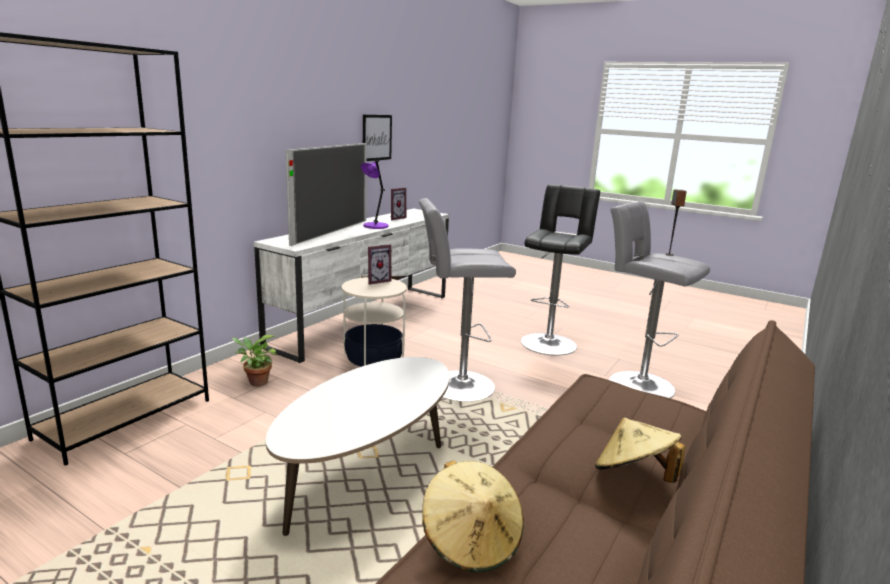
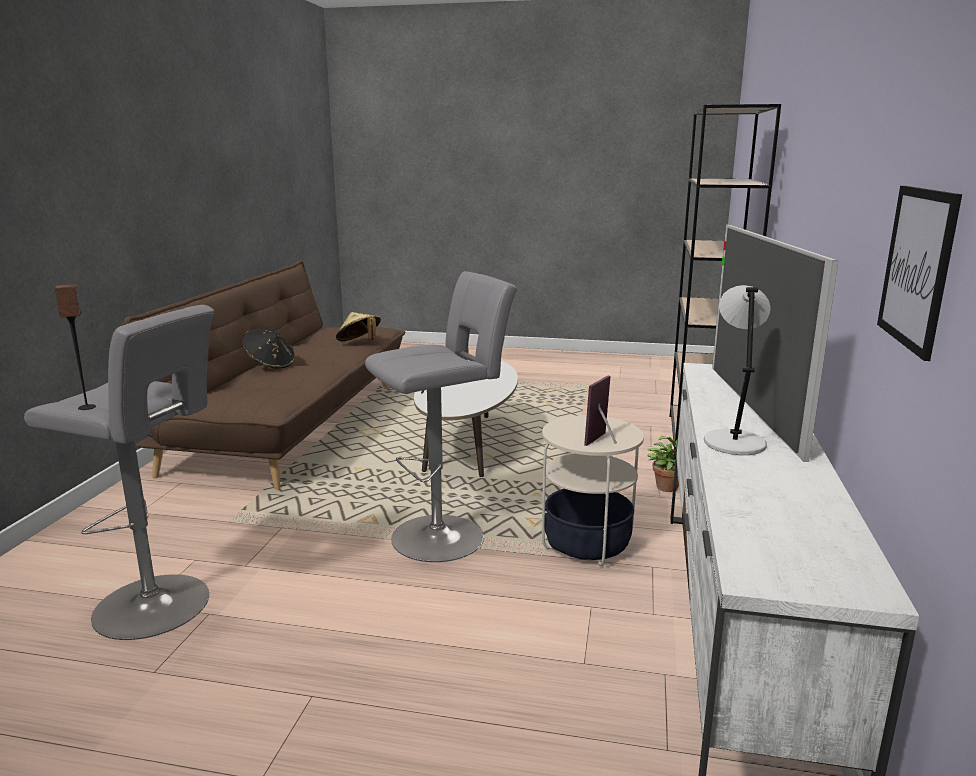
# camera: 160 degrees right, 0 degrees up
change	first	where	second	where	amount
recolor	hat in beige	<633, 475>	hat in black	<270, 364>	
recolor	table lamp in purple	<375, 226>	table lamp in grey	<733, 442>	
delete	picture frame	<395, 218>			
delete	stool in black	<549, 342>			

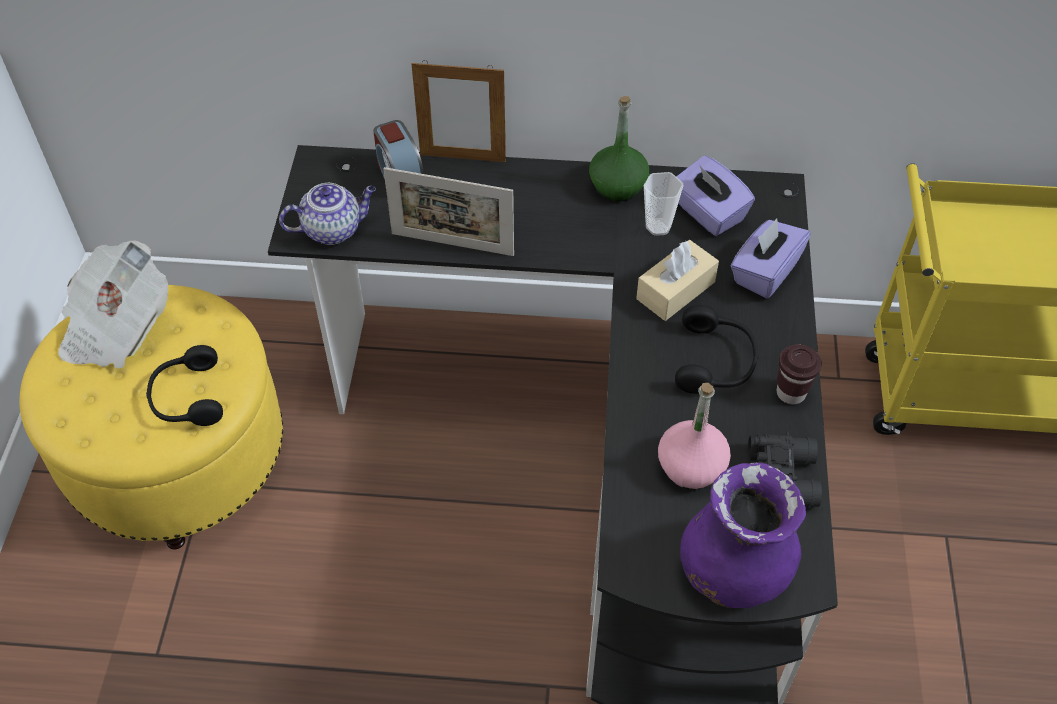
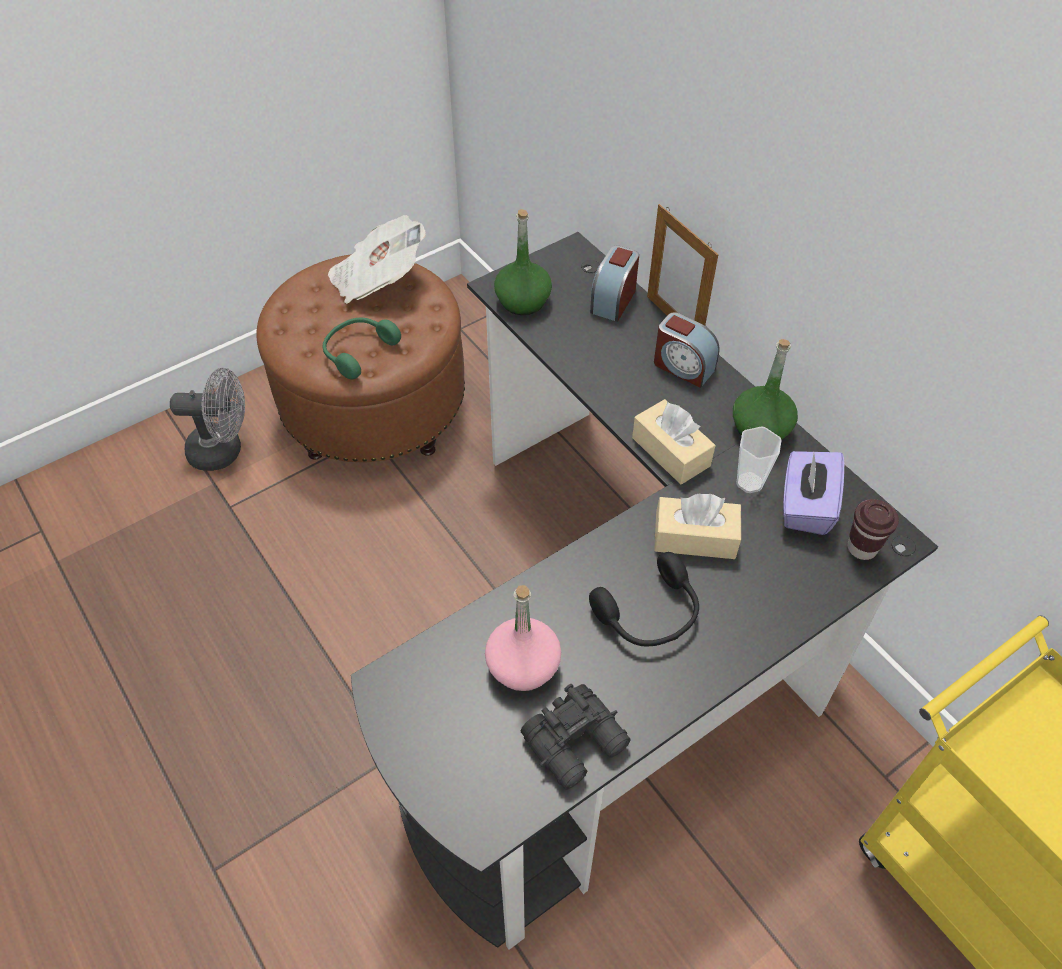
# camera: 50 degrees right, 0 degrees up
change	first	where	second	where	amount
insert			fan in grey	<224, 451>	
recolor	ottoman in yellow	<179, 460>	ottoman in brown	<374, 409>	
recolor	headphones in black	<187, 397>	headphones in green	<358, 351>	
replace	teapot	<333, 229>	bottle in green	<523, 301>	
insert			tissue box in beige	<671, 452>	
insert			alarm clock	<683, 366>	
move	cup in brown	<791, 393>		<862, 548>	
delete	picture frame	<452, 244>			
delete	vase in purple	<733, 573>			
delete	tissue box in purple	<765, 272>			

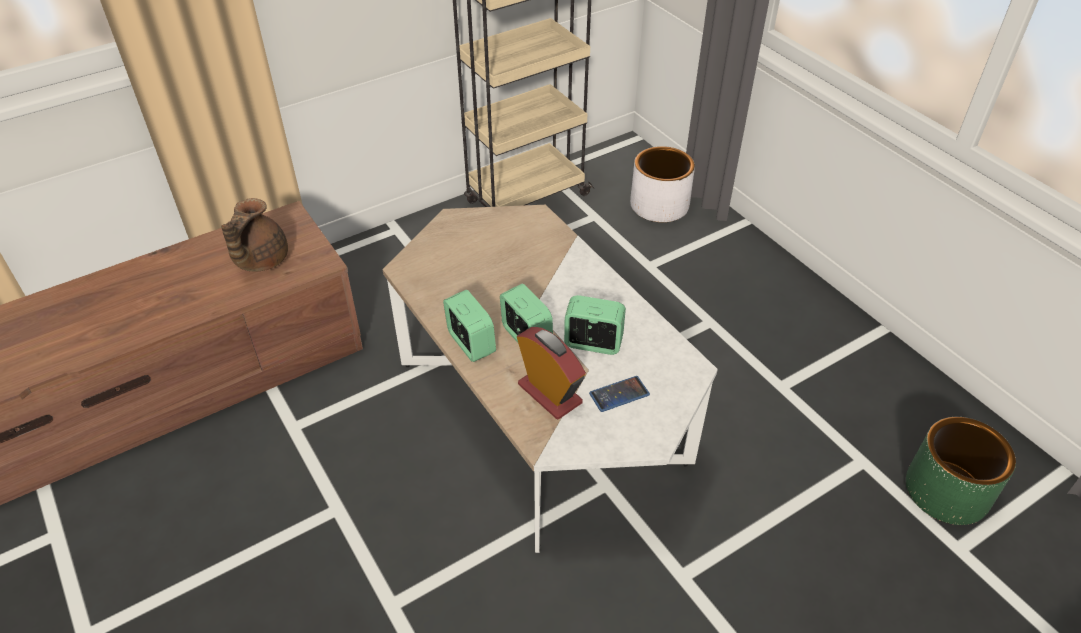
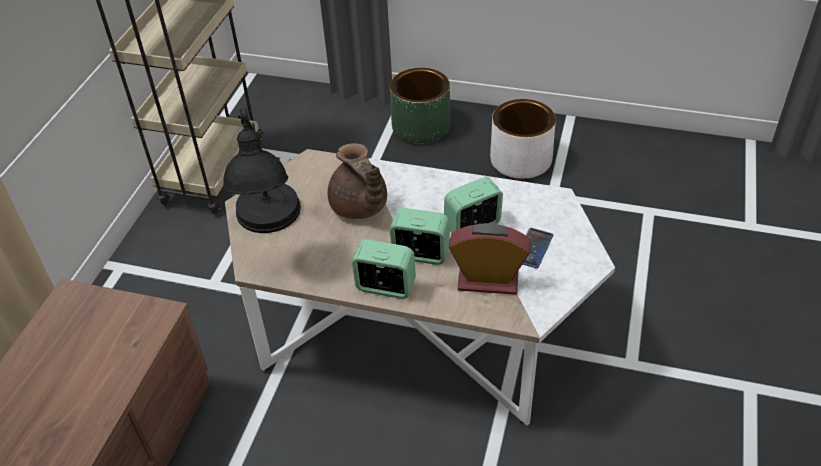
# camera: 40 degrees left, 0 degrees up
change	first	where	second	where	amount
insert			table lamp in black	<270, 231>	
move	teapot in brown	<259, 260>		<359, 207>	
move	planter in green	<946, 492>		<421, 126>	
move	planter in white	<659, 206>		<521, 160>	

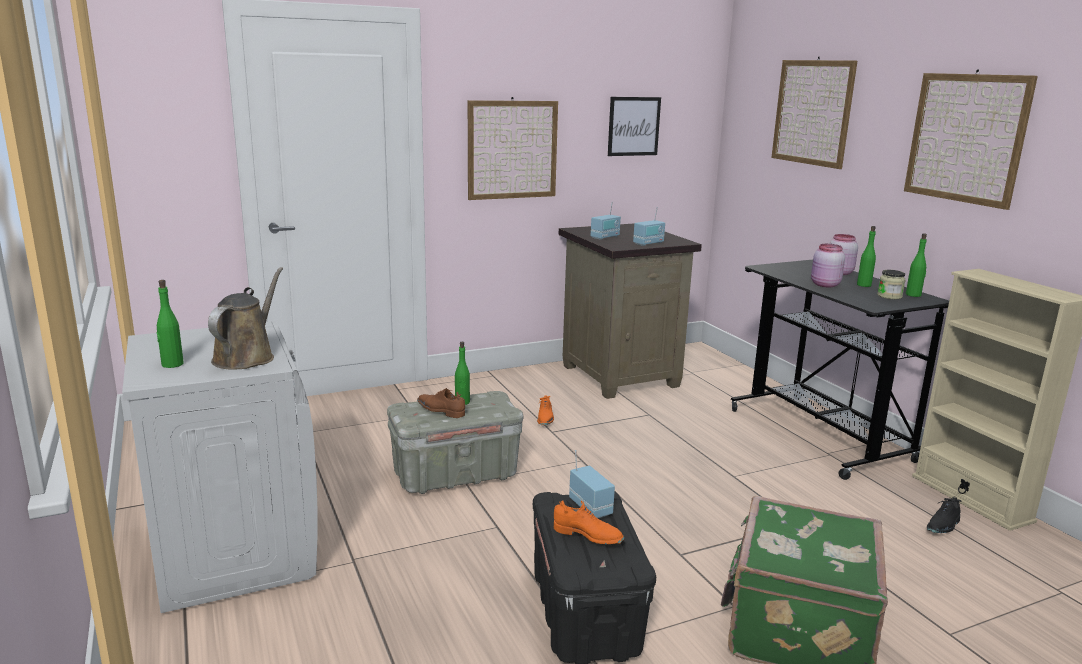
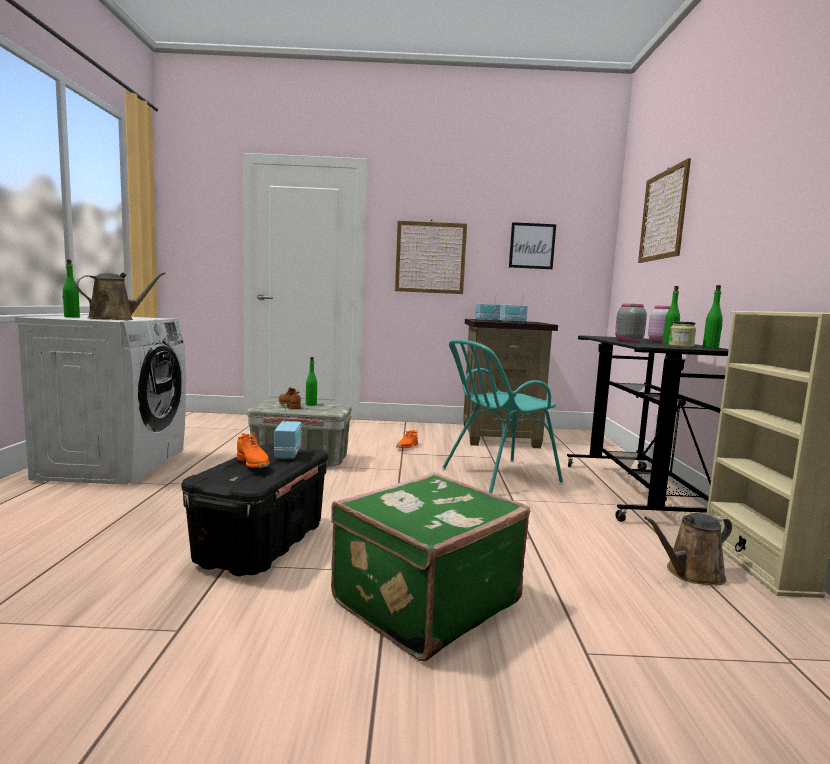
# camera: 25 degrees right, 10 degrees down
change	first	where	second	where	amount
insert			chair in turquoise	<497, 477>	
recolor	jar in pink	<824, 285>	jar in grey	<628, 341>	
replace	shoe in black	<943, 526>	watering can in brown	<691, 573>	
delete	picture	<966, 136>			

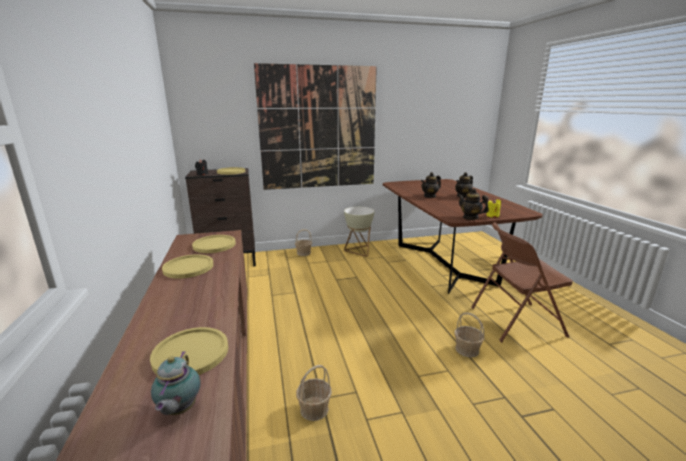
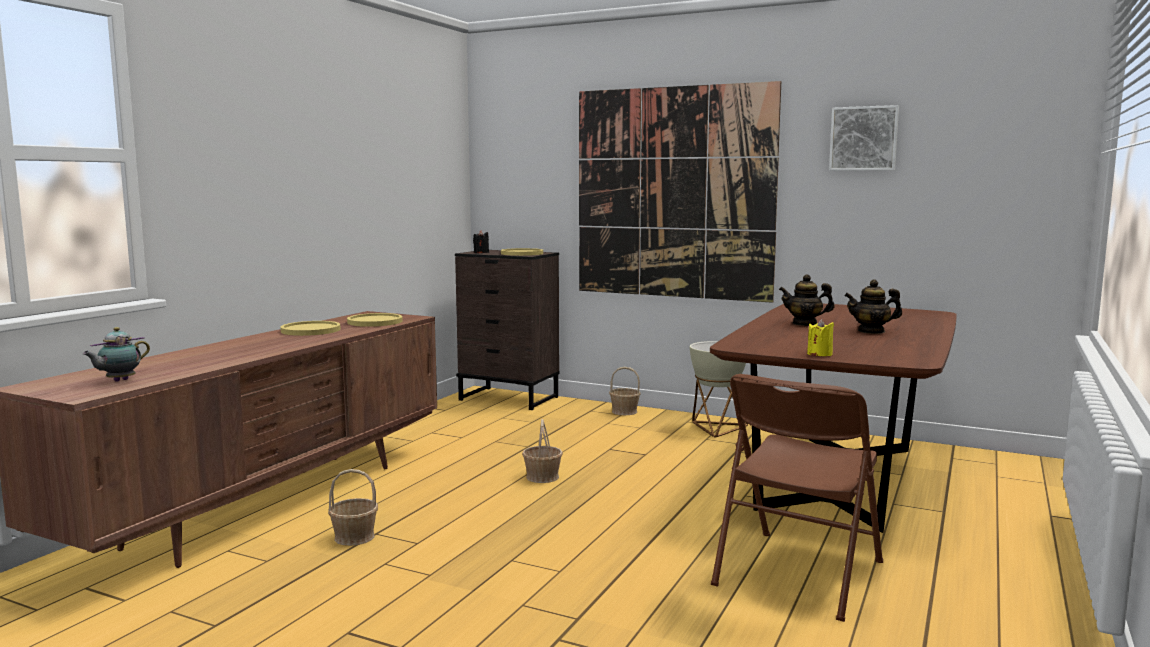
# camera: 40 degrees right, 10 degrees down
change	first	where	second	where	amount
move	basket	<467, 349>		<542, 477>	
rotate	chair in brown	<516, 321>		<798, 573>	90 degrees counterclockwise
insert			picture	<863, 138>	
delete	plate in yellow	<191, 353>			
delete	teapot	<470, 217>			

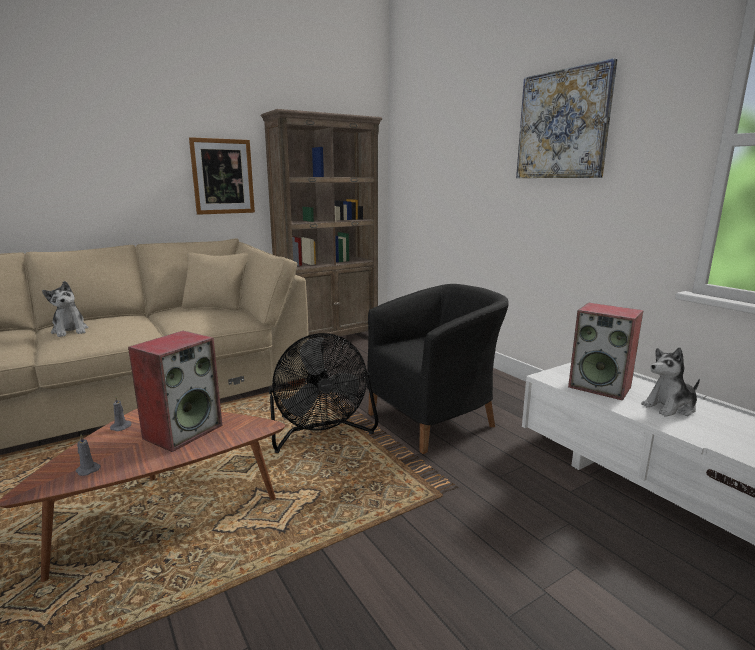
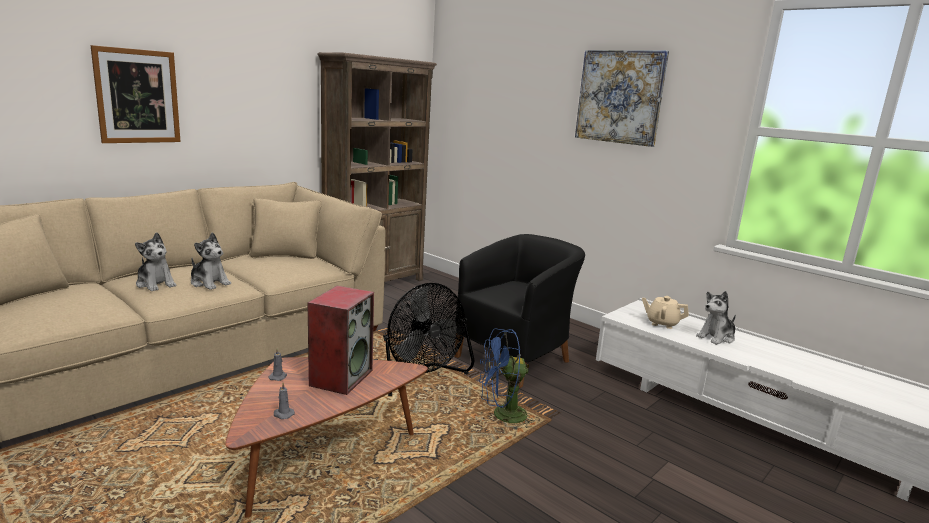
# camera: 15 degrees left, 0 degrees up
change	first	where	second	where	amount
move	picture	<223, 176>		<137, 96>	
insert			plush toy	<209, 283>	
insert			fan in blue	<502, 416>	
replace	speaker	<600, 387>	teapot in beige	<662, 323>	

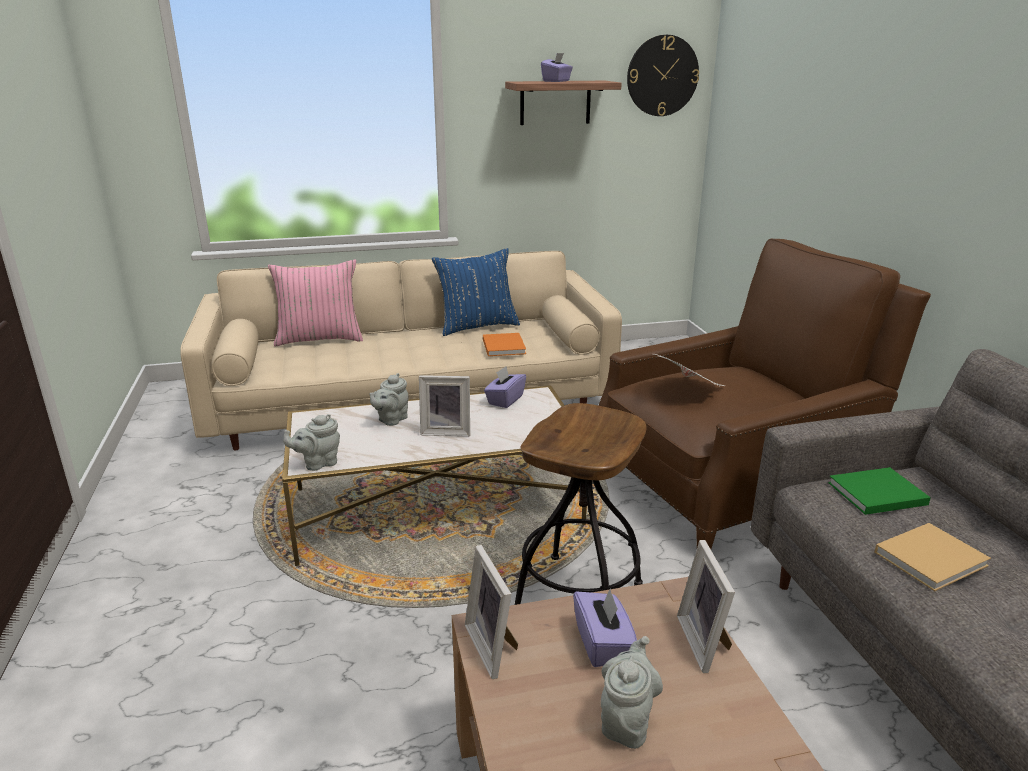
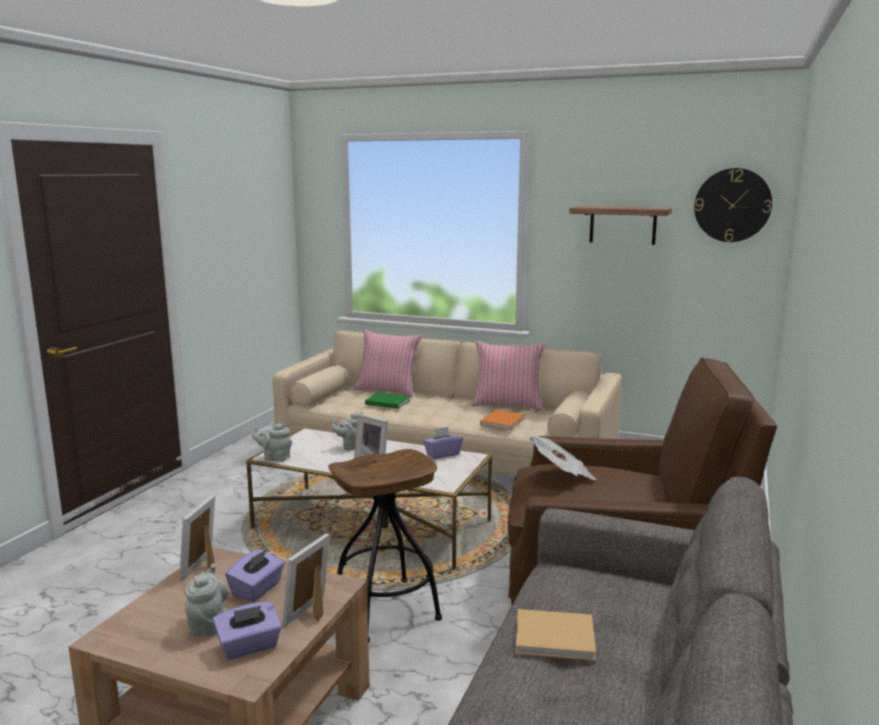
# camera: 35 degrees right, 10 degrees down
change	first	where	second	where	amount
rotate	teapot in grey	<627, 721>		<207, 624>	60 degrees counterclockwise
move	tissue box in purple	<556, 81>		<249, 646>	
move	book in green	<874, 494>		<386, 402>	
recolor	pillow in blue	<477, 326>	pillow in pink	<507, 405>	

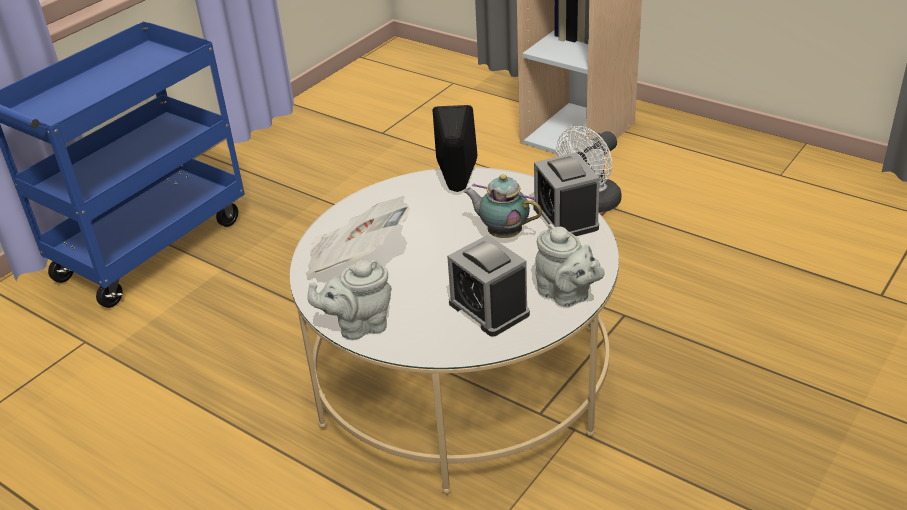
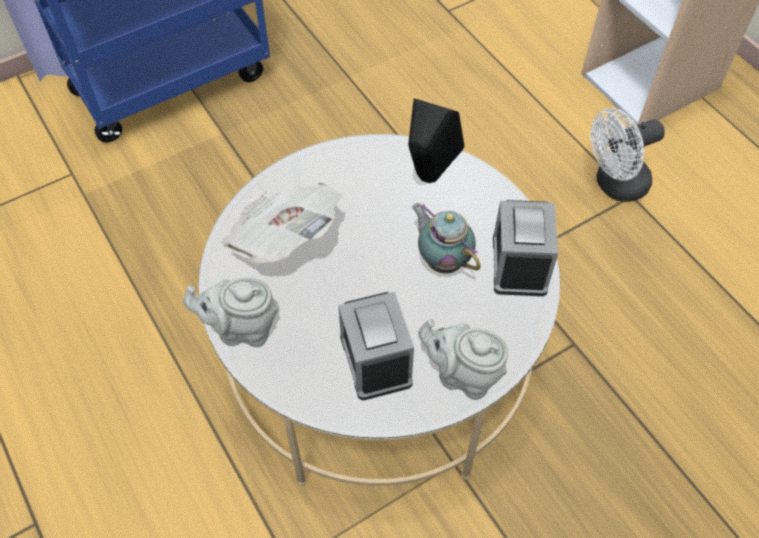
# camera: 20 degrees right, 20 degrees up
change	first	where	second	where	amount
rotate	teapot in grey	<566, 295>		<463, 375>	135 degrees clockwise

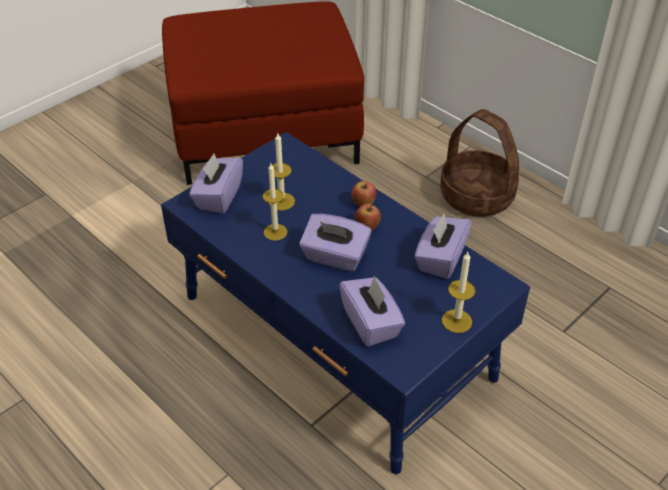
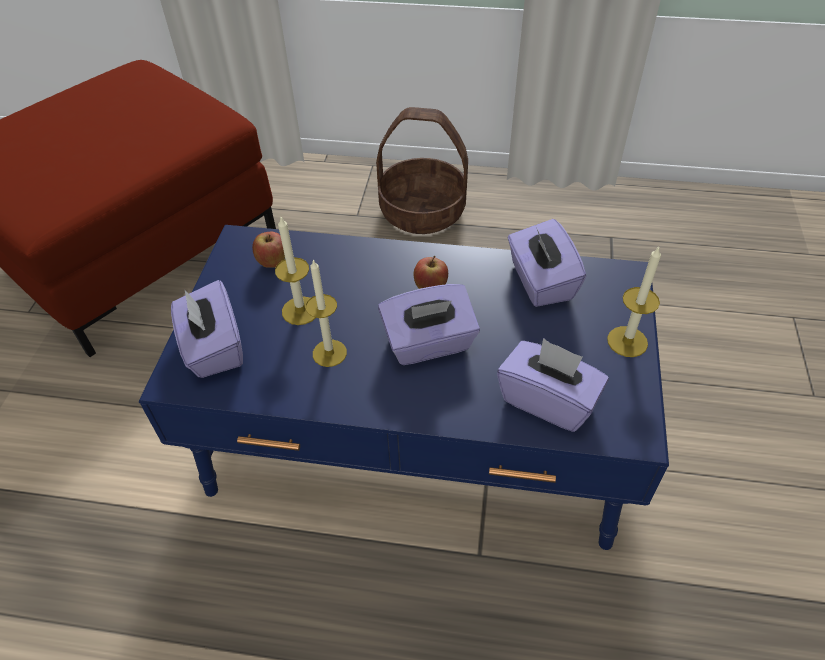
# camera: 35 degrees left, 5 degrees up
change	first	where	second	where	amount
move	apple	<363, 204>		<273, 263>	

